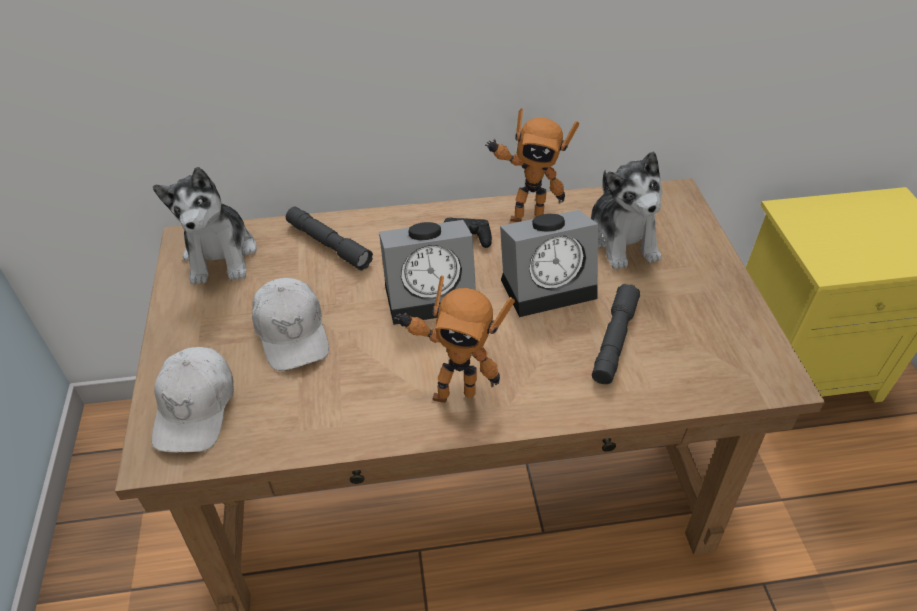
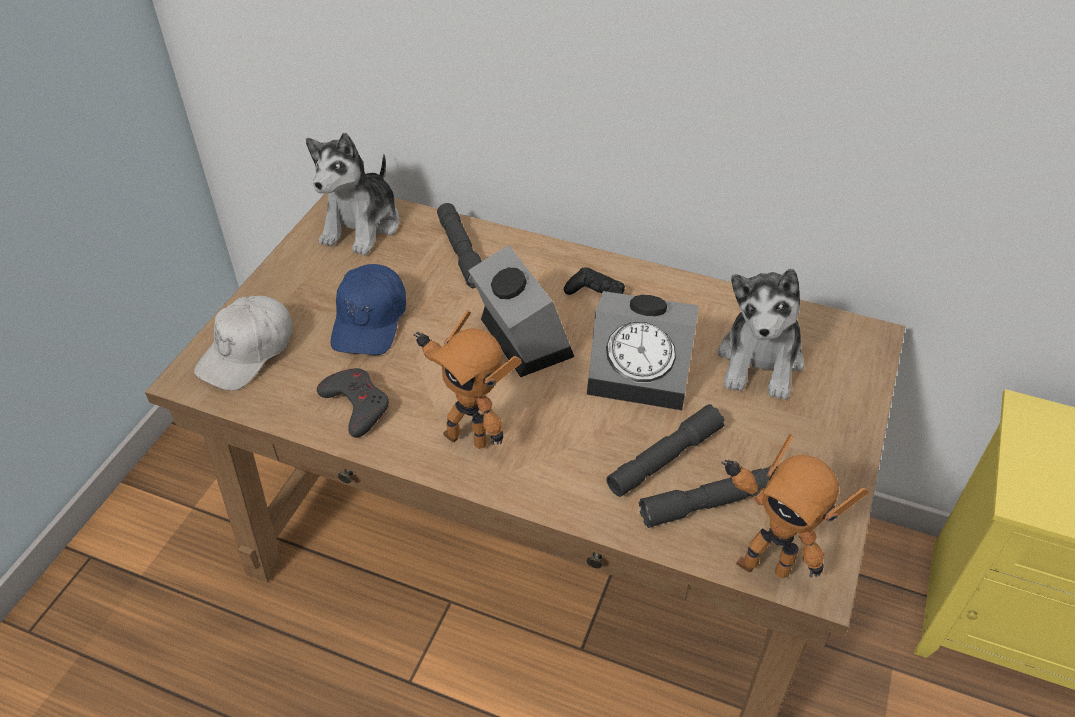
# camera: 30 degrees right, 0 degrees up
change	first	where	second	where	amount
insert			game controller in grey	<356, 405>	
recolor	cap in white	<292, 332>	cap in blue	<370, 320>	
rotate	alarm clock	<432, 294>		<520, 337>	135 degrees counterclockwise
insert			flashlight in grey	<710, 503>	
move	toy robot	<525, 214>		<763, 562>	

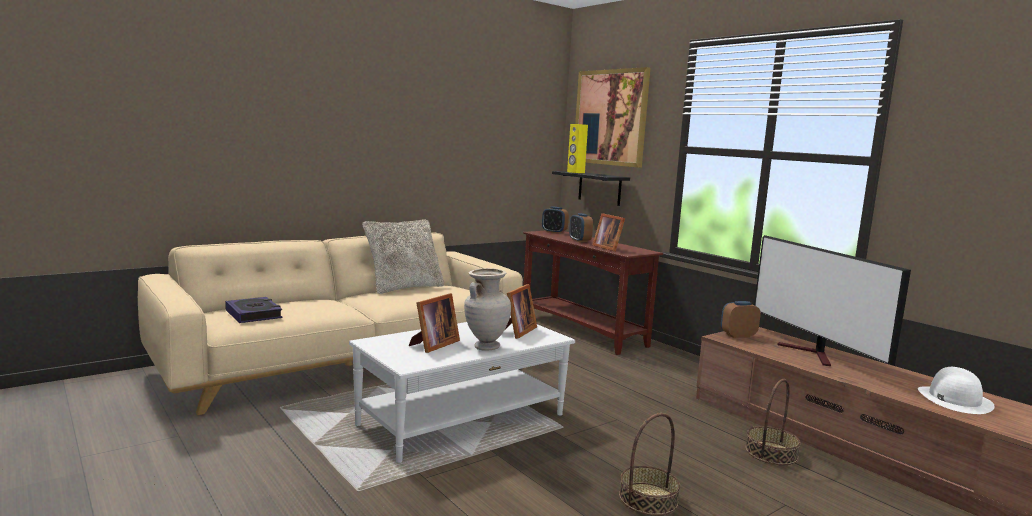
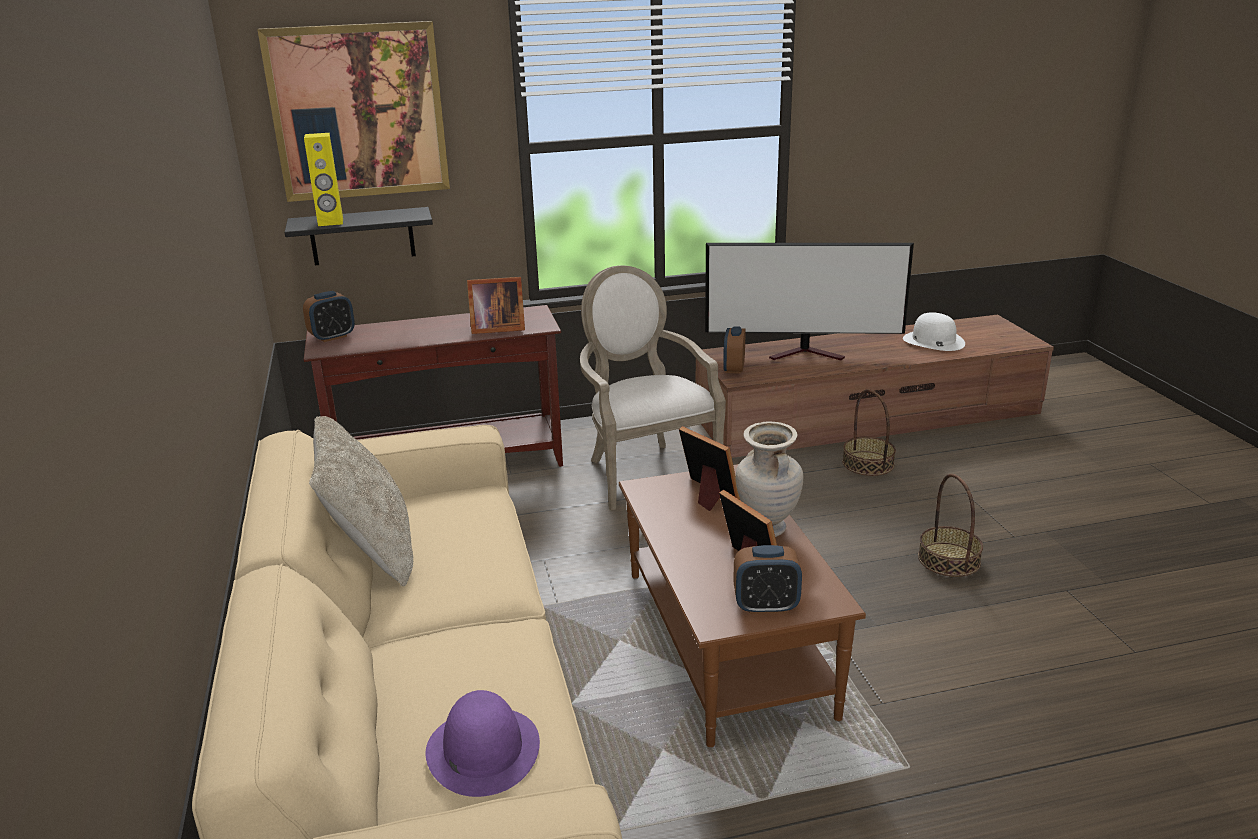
# camera: 65 degrees left, 15 degrees up
change	first	where	second	where	amount
replace	book	<254, 314>	hat in purple	<483, 749>	
insert			armchair	<646, 471>	
recolor	coffee table in white	<463, 420>	coffee table in brown	<725, 640>	
move	alarm clock	<579, 241>		<766, 606>	

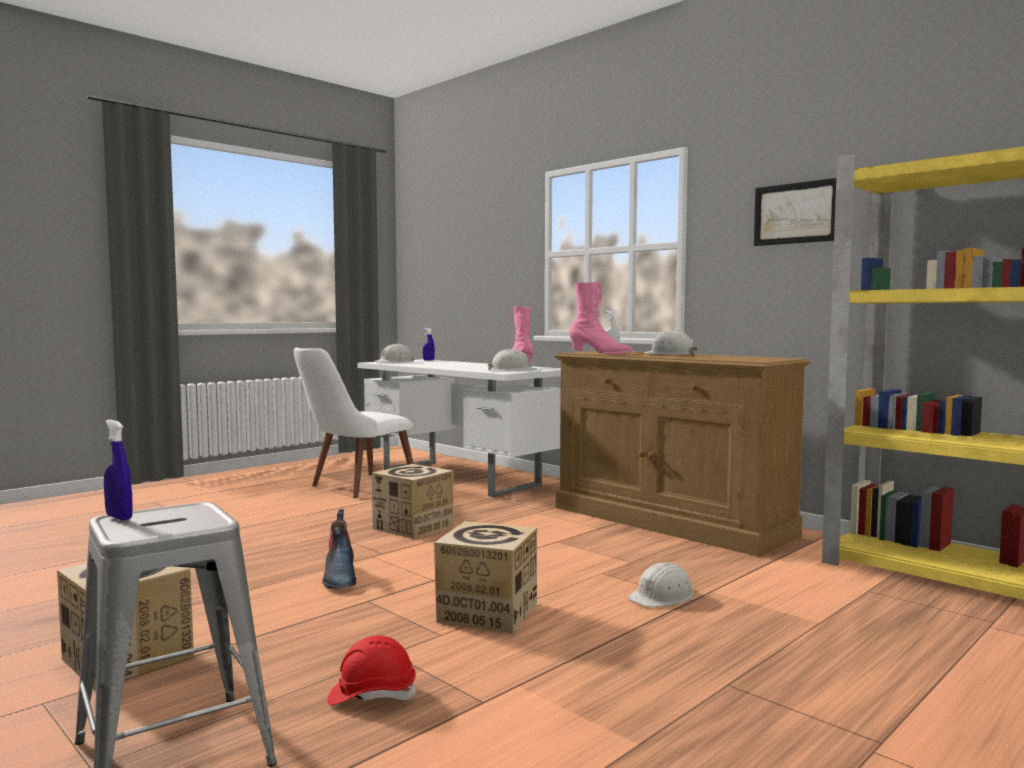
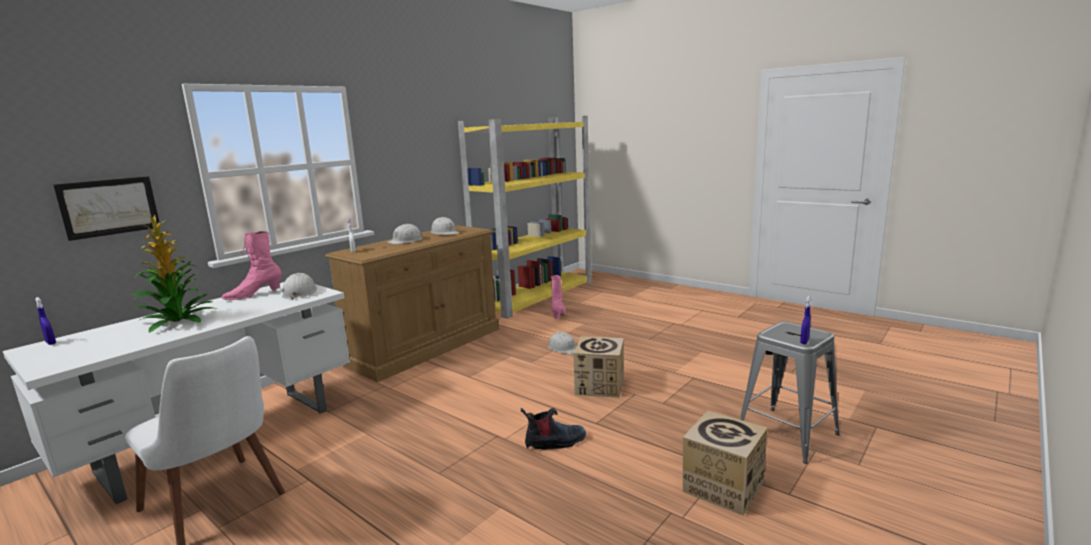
# camera: 95 degrees left, 10 degrees up
change	first	where	second	where	amount
move	picture	<795, 213>		<109, 207>	
insert			potted plant	<178, 321>	
move	hard hat in white	<395, 362>		<445, 233>	
move	boot in pink	<600, 353>		<559, 315>	
delete	hard hat in red	<372, 695>			
delete	cardboard box	<413, 527>			

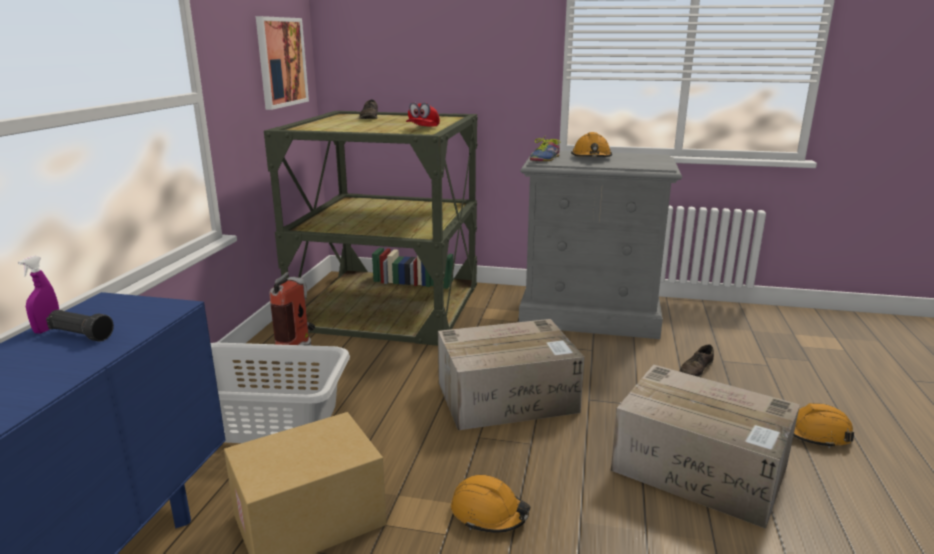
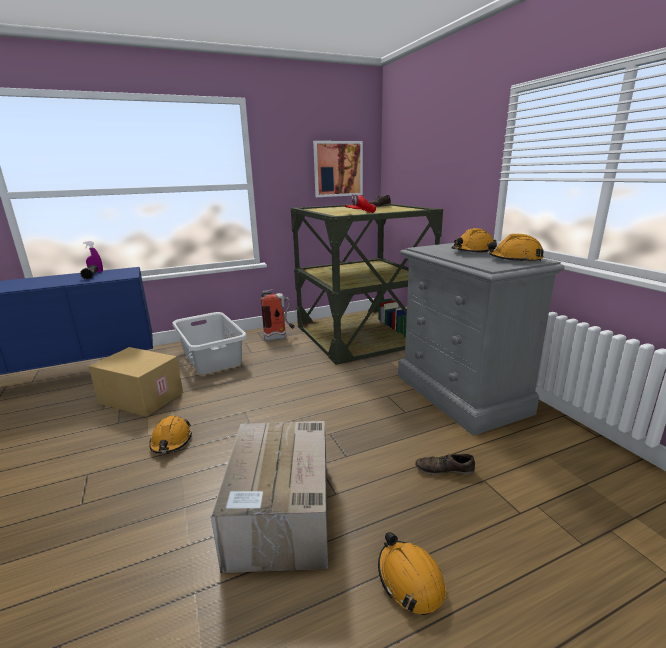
# camera: 55 degrees right, 0 degrees up
change	first	where	second	where	amount
insert			hard hat in orange	<514, 260>	
delete	cardboard box	<508, 397>			
delete	shoe	<545, 159>			

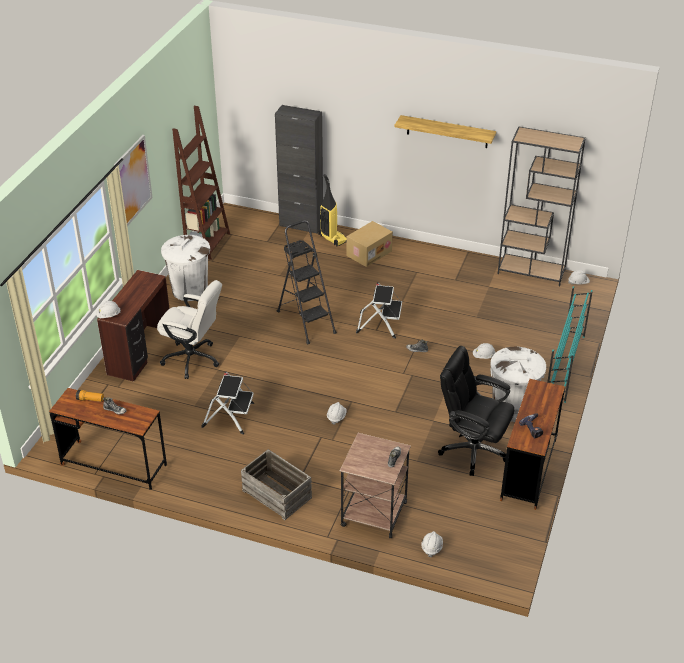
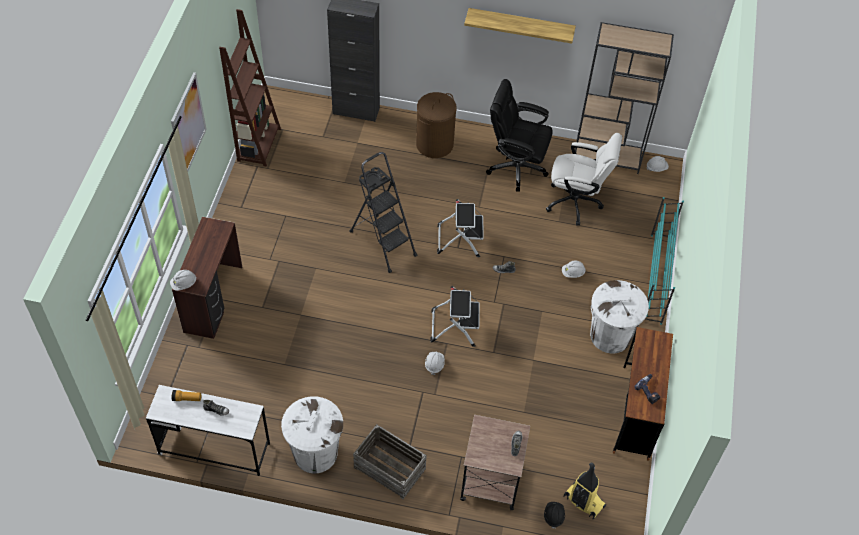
# camera: 10 degrees left, 15 degrees up
change	first	where	second	where	amount
recolor	desk in brown	<113, 465>	desk in white	<214, 449>	
move	trash can in white	<189, 290>		<315, 453>	
replace	cardboard box	<369, 253>	laundry basket in brown	<434, 144>	
move	step ladder	<229, 416>		<454, 326>	
move	office chair in black	<473, 450>		<516, 167>	
recolor	hard hat in white	<431, 547>	hard hat in black	<553, 516>	
move	office chair in white	<194, 360>		<576, 203>	
move	vacuum cleaner	<332, 238>		<583, 501>	

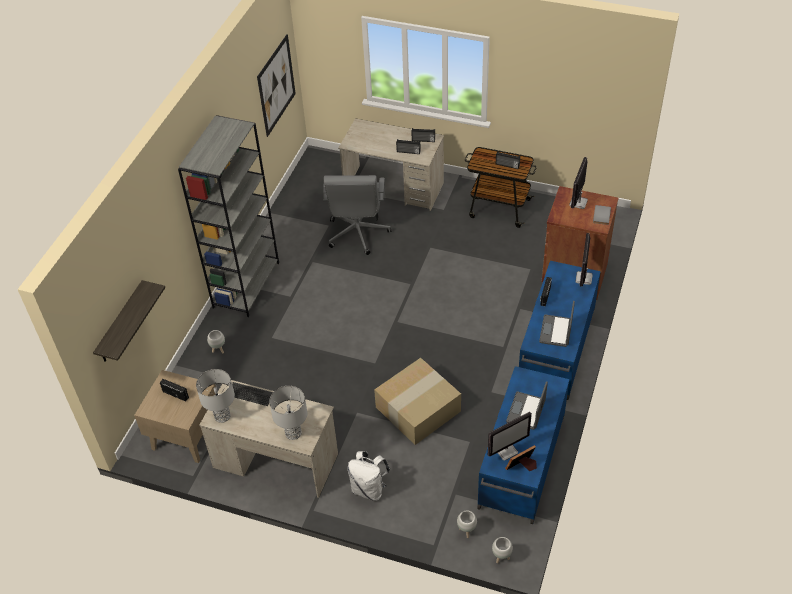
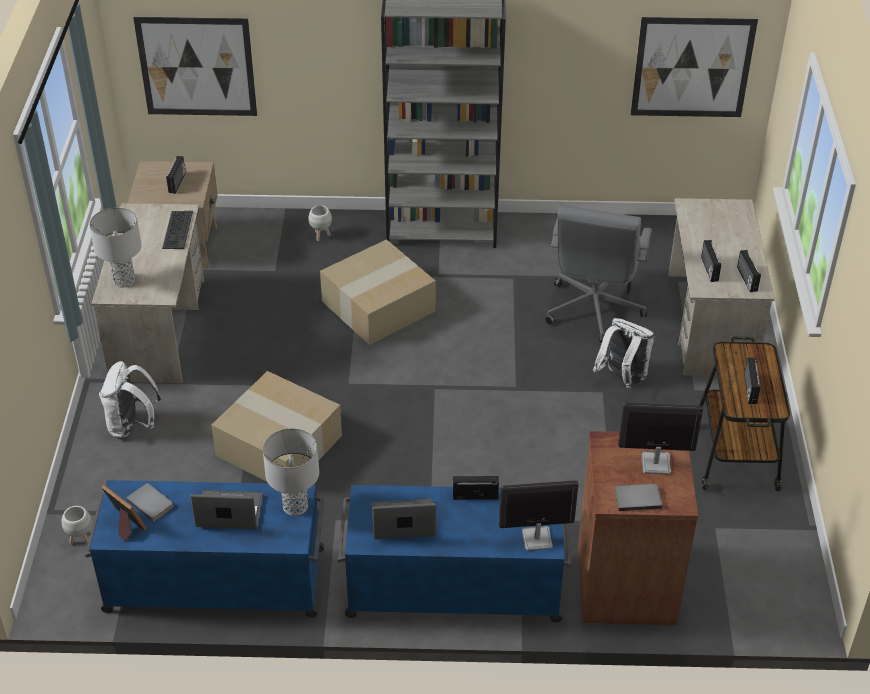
# camera: 70 degrees right, 5 degrees down
change	first	where	second	where	amount
replace	monitor	<506, 450>	book in grey	<151, 502>	
replace	shelf	<121, 323>	picture	<197, 67>	
move	table lamp in white	<222, 416>		<294, 506>	
insert			cardboard box	<378, 307>	
rotate	office chair in grey	<357, 232>		<594, 308>	60 degrees counterclockwise
insert			backpack in white	<622, 378>	
delete	planter in white	<501, 558>			

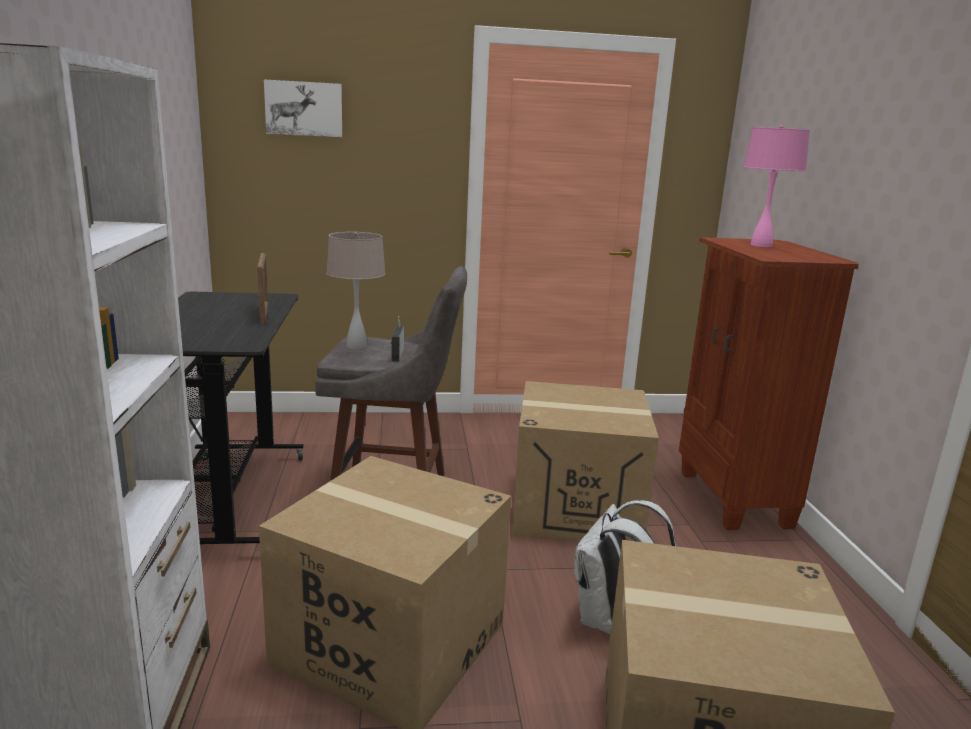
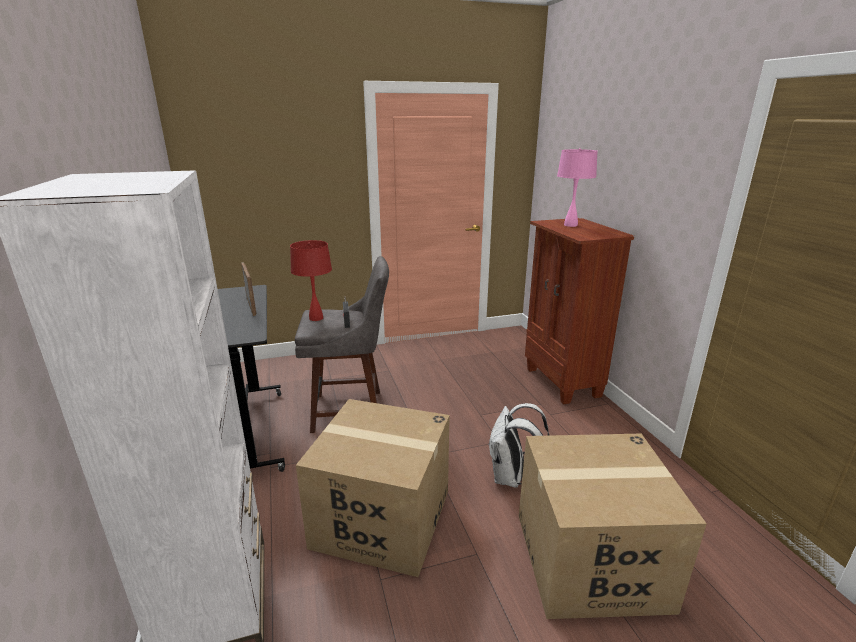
# camera: 10 degrees left, 5 degrees up
change	first	where	second	where	amount
recolor	table lamp in beige	<356, 346>	table lamp in red	<316, 318>	
delete	picture	<304, 109>			
delete	cardboard box	<576, 508>			

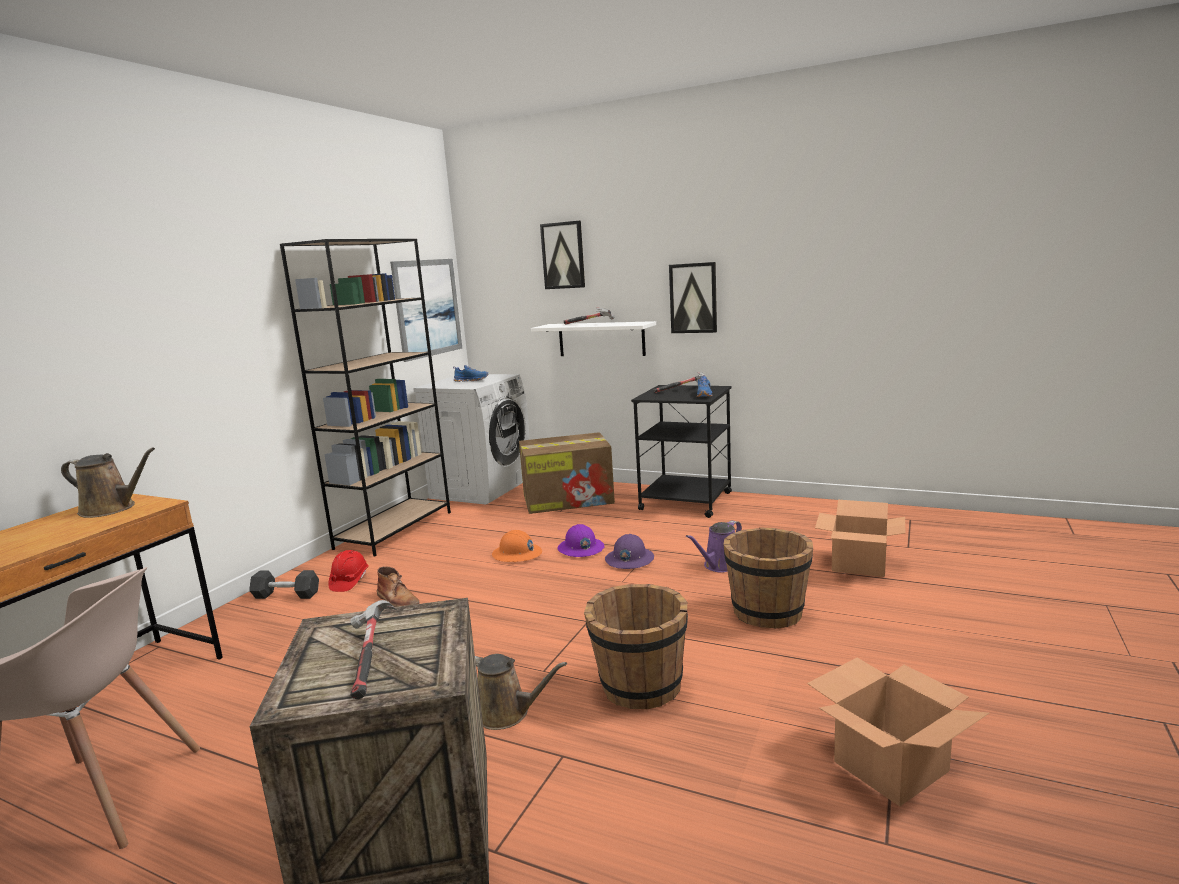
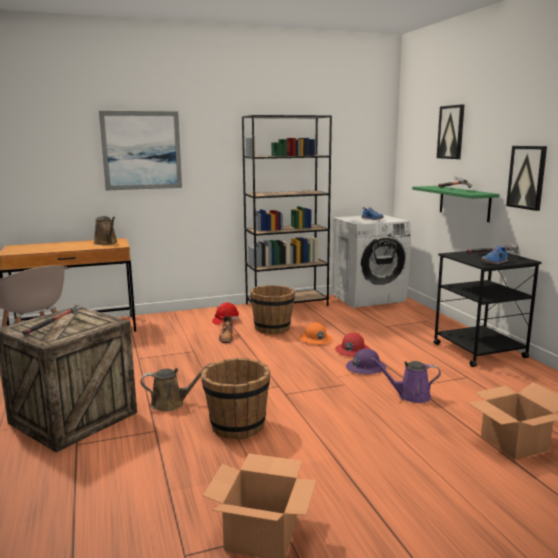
# camera: 45 degrees right, 0 degrees up
change	first	where	second	where	amount
move	picture	<427, 308>		<141, 150>	
rotate	watering can in brown	<507, 713>		<171, 403>	75 degrees counterclockwise
move	bucket in brown	<767, 612>		<272, 328>	
recolor	hard hat in purple	<580, 549>	hard hat in red	<352, 350>	
recolor	shelf in white	<601, 339>	shelf in green	<464, 203>	
delete	dumbbell in grey	<286, 595>			
delete	cardboard box	<569, 499>			

